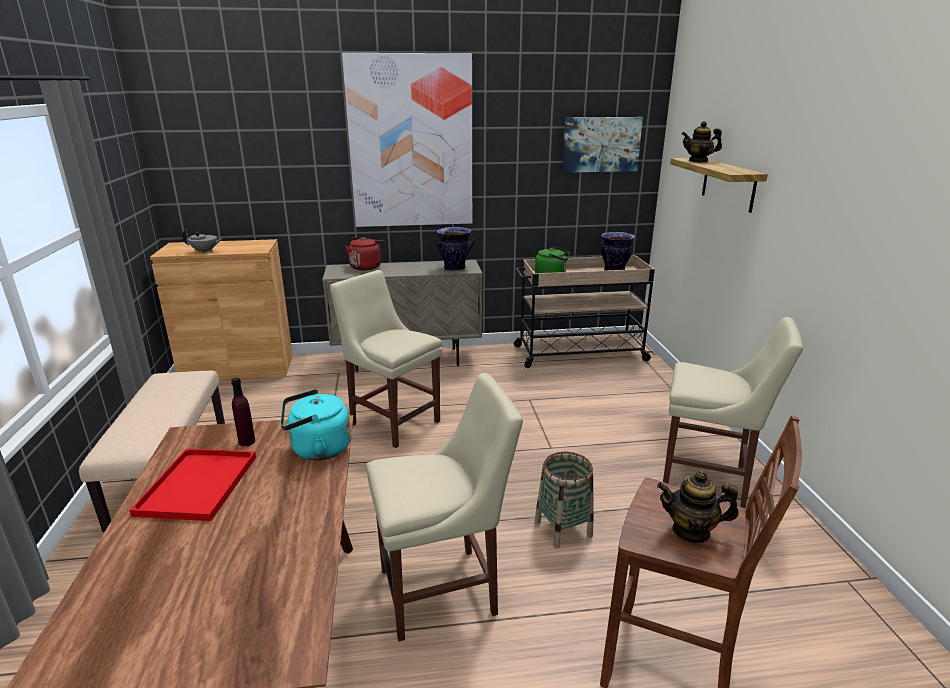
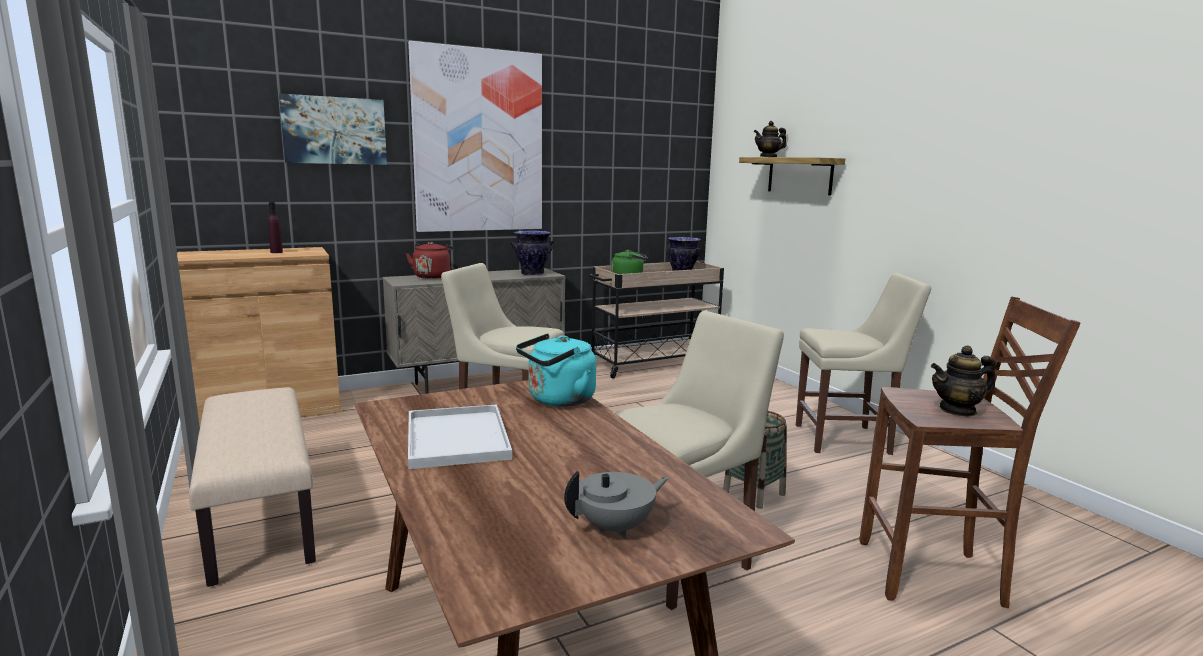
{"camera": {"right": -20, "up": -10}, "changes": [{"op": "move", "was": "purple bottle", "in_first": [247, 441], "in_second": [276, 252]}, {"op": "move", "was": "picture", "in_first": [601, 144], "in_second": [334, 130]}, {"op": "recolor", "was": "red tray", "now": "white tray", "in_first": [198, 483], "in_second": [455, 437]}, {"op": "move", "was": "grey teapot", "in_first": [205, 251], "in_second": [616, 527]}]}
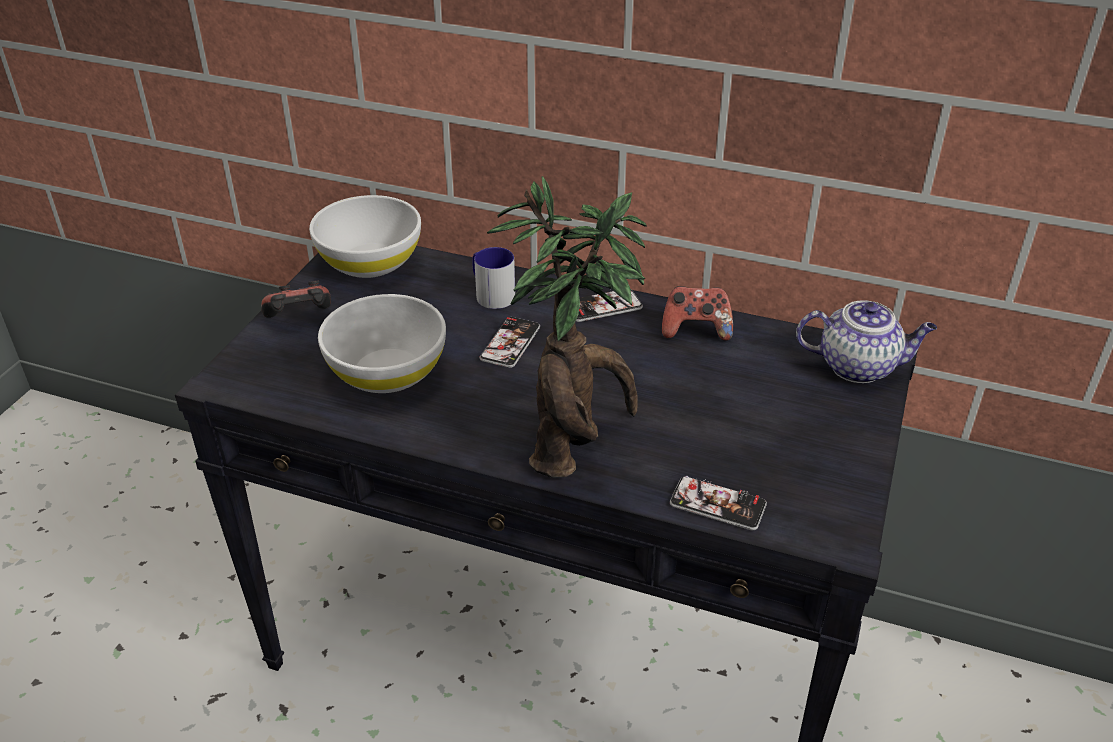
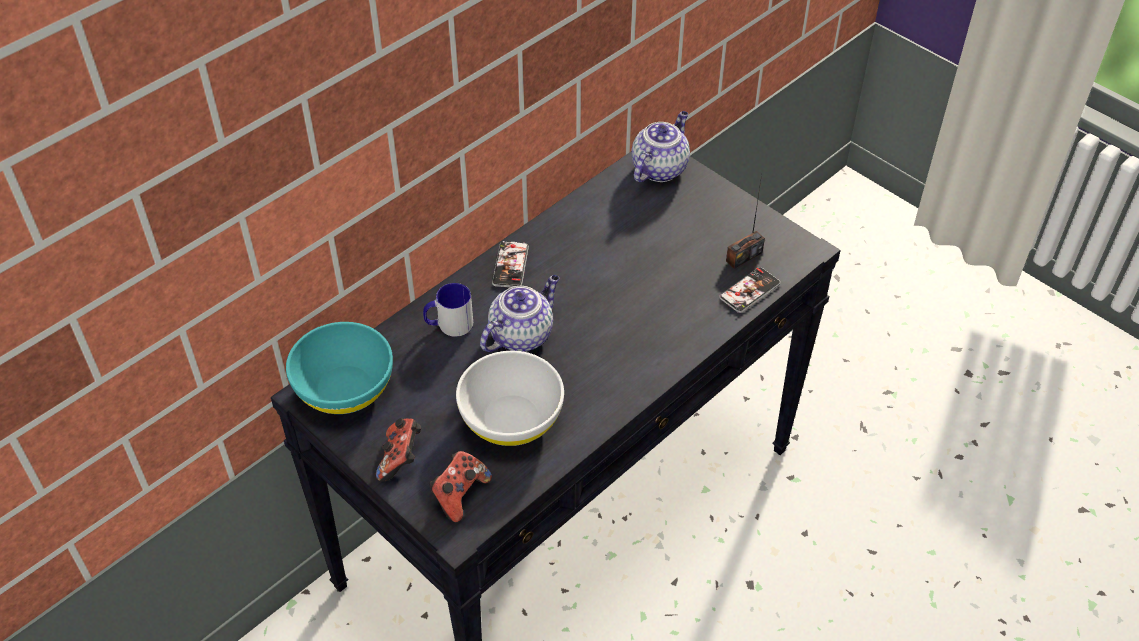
{"camera": {"right": -65, "up": 10}, "changes": [{"op": "recolor", "was": "white bowl", "now": "turquoise bowl", "in_first": [370, 261], "in_second": [344, 388]}, {"op": "move", "was": "game controller", "in_first": [696, 330], "in_second": [459, 494]}, {"op": "replace", "was": "phone", "now": "teapot", "in_first": [510, 343], "in_second": [521, 334]}, {"op": "insert", "now": "radio", "in_second": [744, 256]}, {"op": "delete", "was": "potted plant", "in_first": [575, 445]}]}
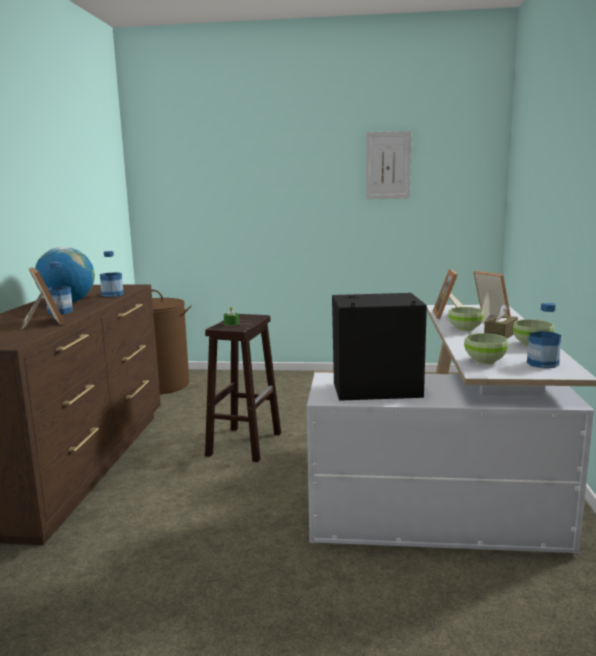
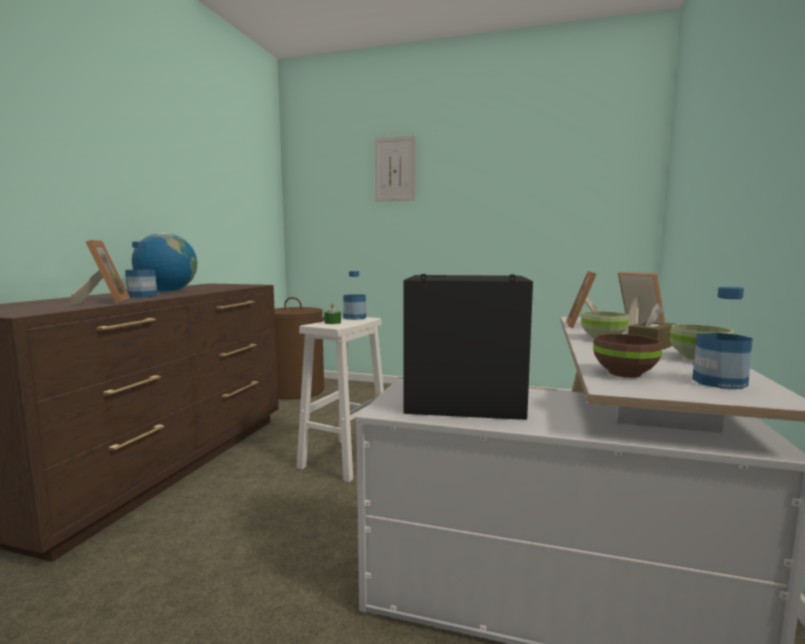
{"camera": {"right": 10, "up": -5}, "changes": [{"op": "recolor", "was": "brown stool", "now": "white stool", "in_first": [244, 443], "in_second": [345, 458]}, {"op": "move", "was": "bottle", "in_first": [112, 295], "in_second": [354, 318]}, {"op": "move", "was": "picture", "in_first": [388, 165], "in_second": [395, 169]}, {"op": "recolor", "was": "green bowl", "now": "brown bowl", "in_first": [485, 361], "in_second": [625, 373]}]}
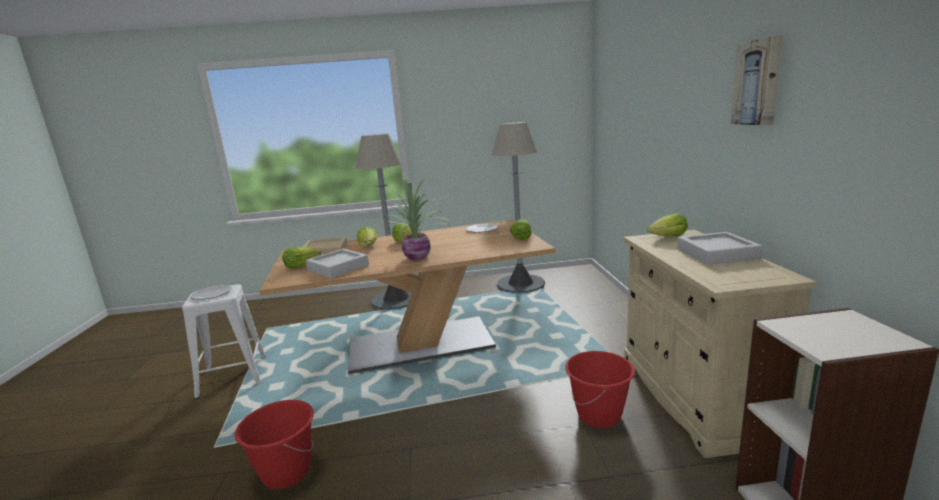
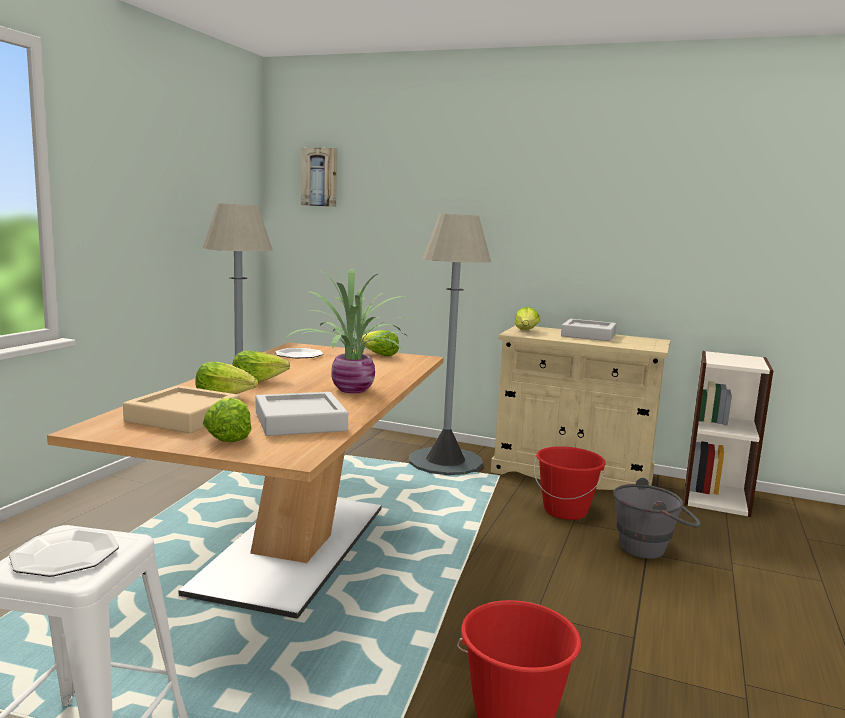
{"camera": {"right": -65, "up": -5}, "changes": [{"op": "move", "was": "picture", "in_first": [758, 82], "in_second": [320, 177]}, {"op": "move", "was": "grey floor lamp", "in_first": [396, 300], "in_second": [445, 462]}, {"op": "insert", "now": "grey bucket", "in_second": [651, 548]}]}
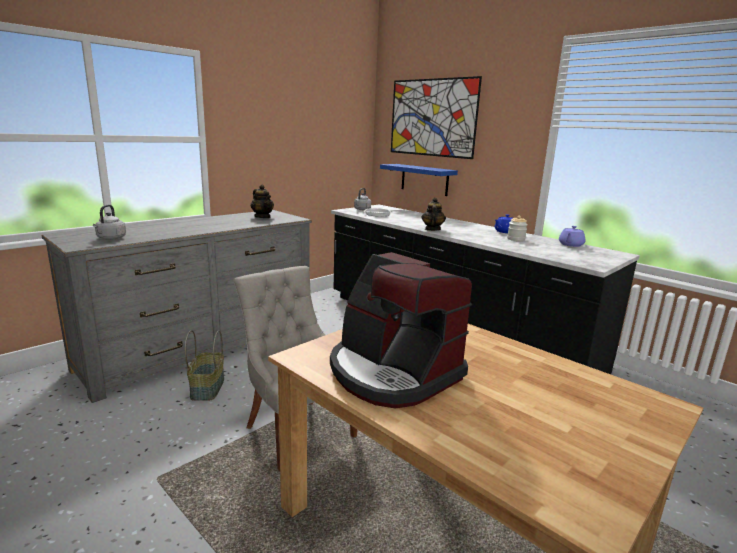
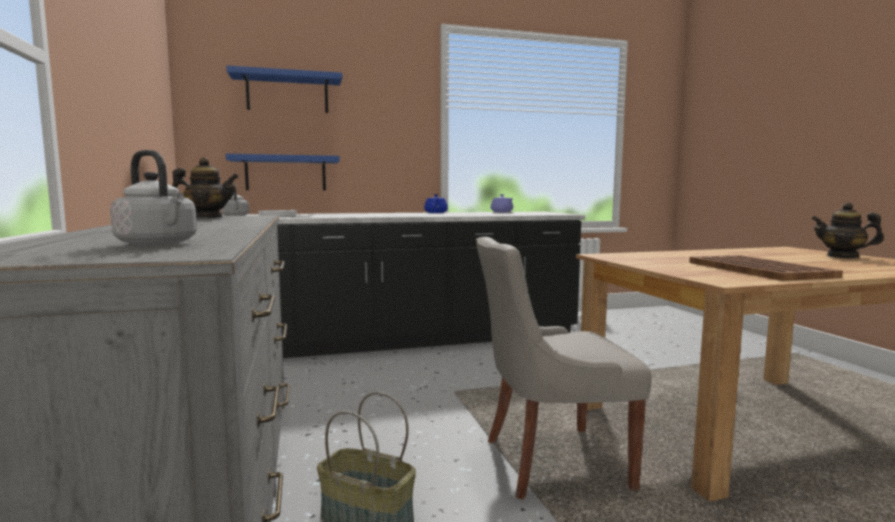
{"camera": {"right": -60, "up": -10}, "changes": [{"op": "replace", "was": "picture", "now": "blue shelf", "in_first": [432, 118], "in_second": [287, 94]}, {"op": "replace", "was": "coffee machine", "now": "brown tray", "in_first": [392, 372], "in_second": [757, 269]}, {"op": "move", "was": "teapot", "in_first": [432, 229], "in_second": [842, 256]}, {"op": "delete", "was": "jar", "in_first": [516, 239]}]}
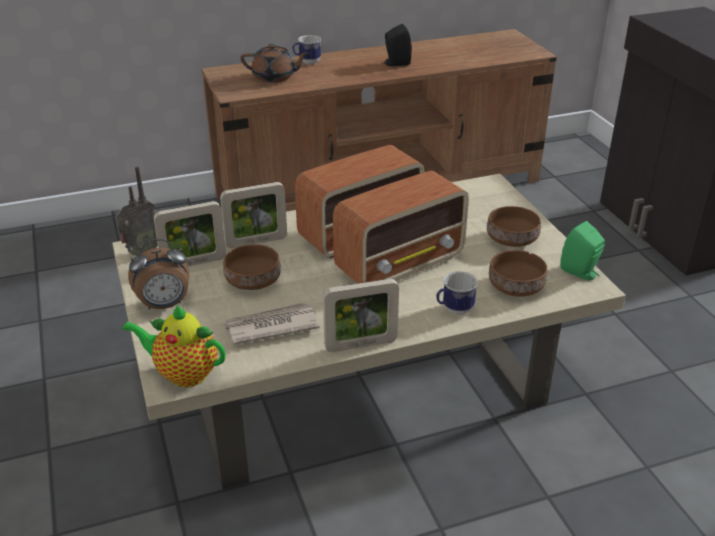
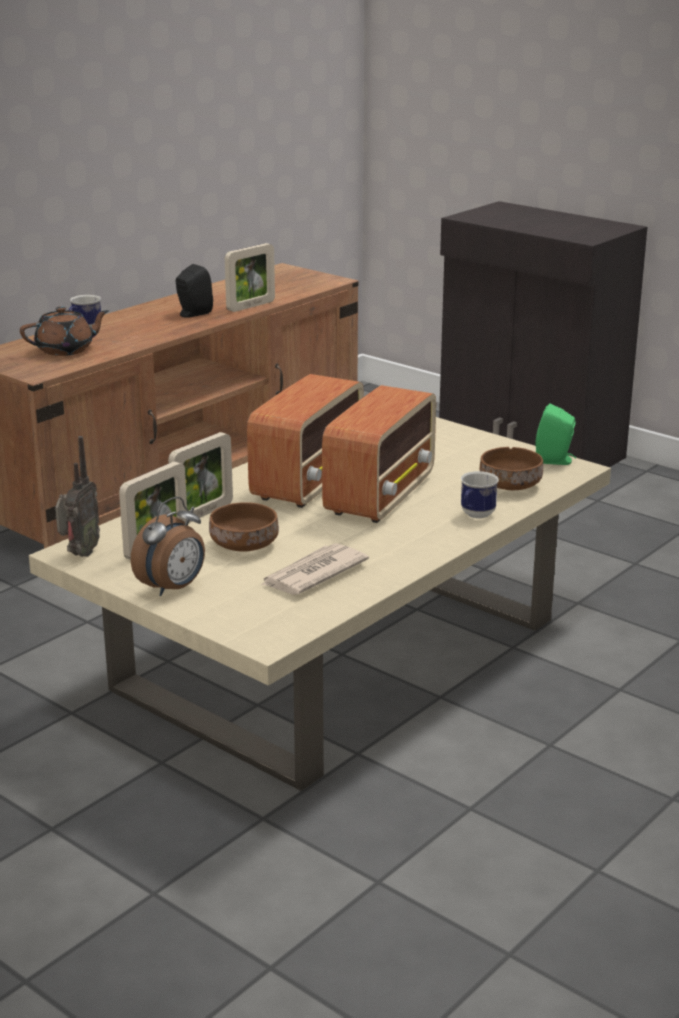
{"camera": {"right": -30, "up": -10}, "changes": [{"op": "move", "was": "picture frame", "in_first": [361, 344], "in_second": [251, 306]}, {"op": "delete", "was": "teapot", "in_first": [183, 374]}, {"op": "delete", "was": "brown bowl", "in_first": [511, 239]}]}
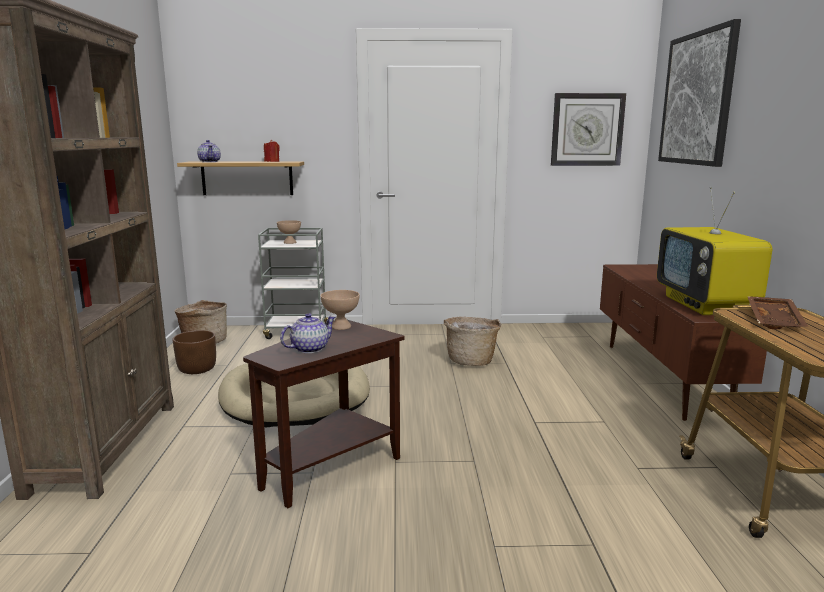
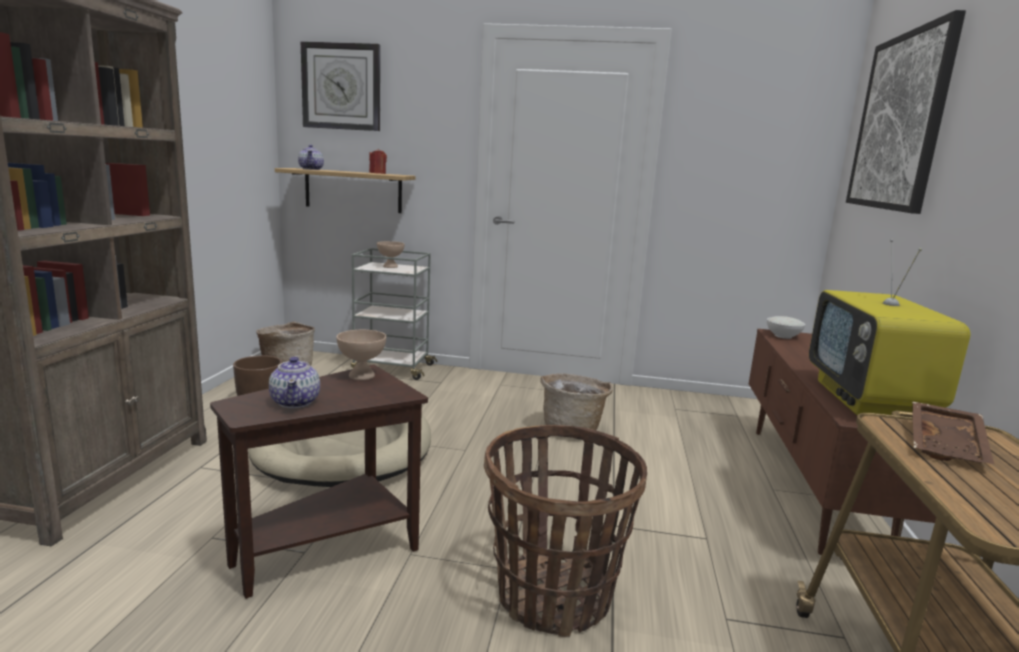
{"camera": {"right": 10, "up": 0}, "changes": [{"op": "rotate", "was": "teapot", "in_first": [309, 349], "in_second": [296, 401], "clockwise": 105}, {"op": "move", "was": "wall clock", "in_first": [587, 129], "in_second": [341, 87]}, {"op": "insert", "now": "basket", "in_second": [554, 595]}, {"op": "insert", "now": "white bowl", "in_second": [783, 336]}]}
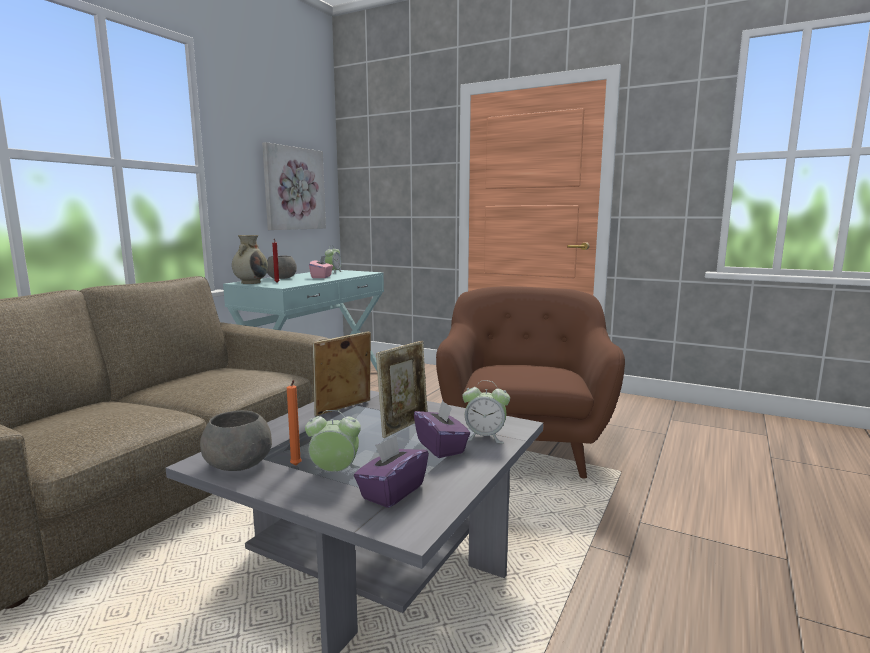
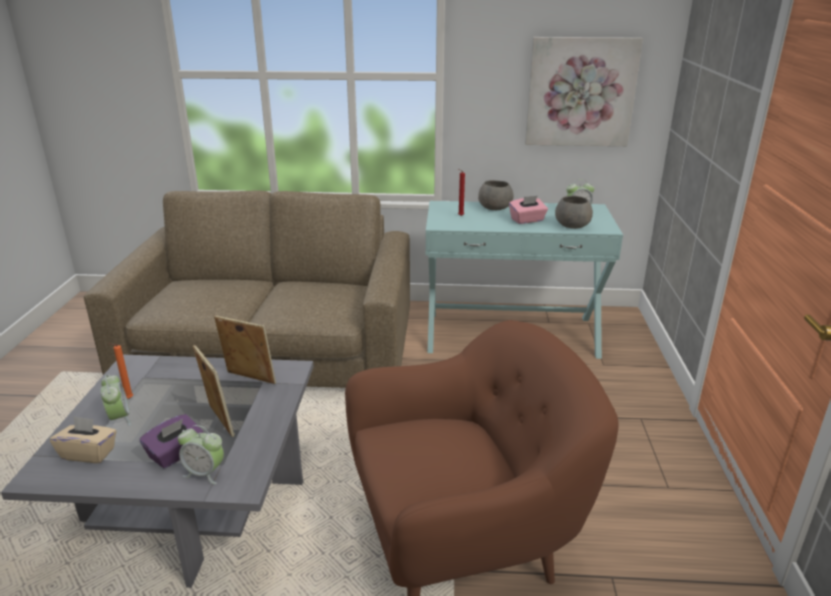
{"camera": {"right": 65, "up": 15}, "changes": [{"op": "recolor", "was": "purple tissue box", "now": "beige tissue box", "in_first": [392, 492], "in_second": [89, 453]}, {"op": "rotate", "was": "alarm clock", "in_first": [485, 437], "in_second": [205, 473], "clockwise": -60}, {"op": "rotate", "was": "picture frame", "in_first": [404, 426], "in_second": [218, 421], "clockwise": -135}, {"op": "move", "was": "grey bowl", "in_first": [240, 463], "in_second": [572, 225]}, {"op": "delete", "was": "beige vase", "in_first": [251, 282]}]}
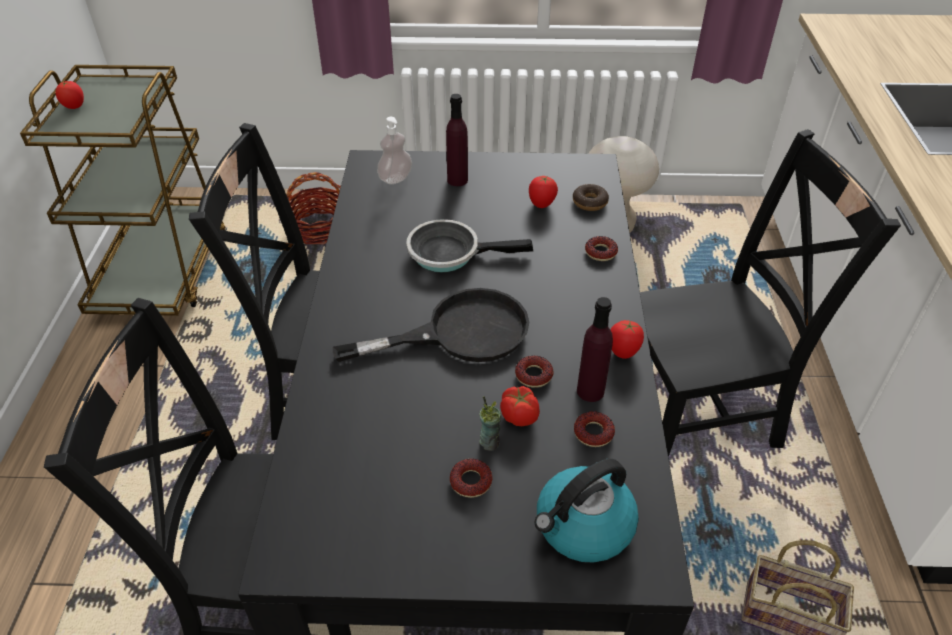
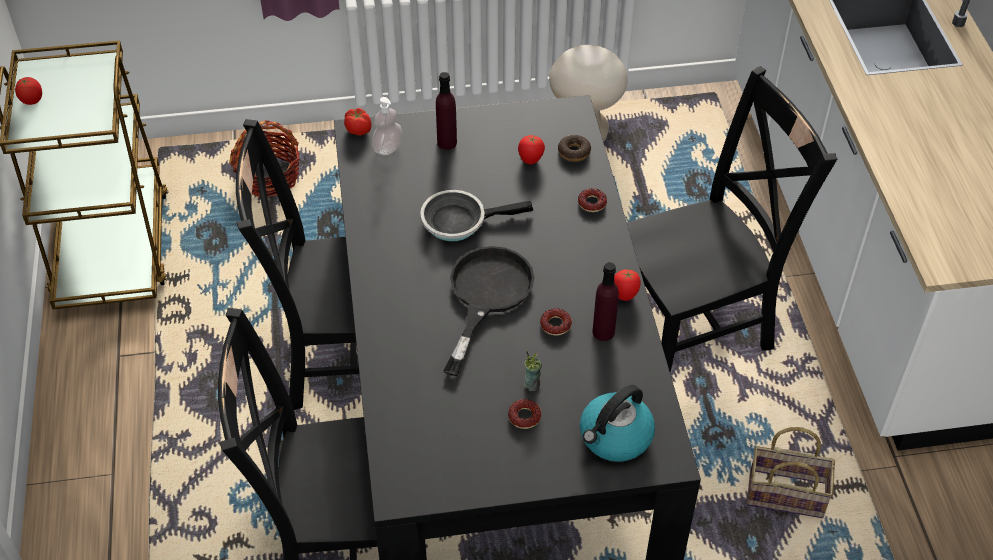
{"camera": {"right": -10, "up": 5}, "changes": [{"op": "move", "was": "tomato", "in_first": [519, 416], "in_second": [358, 130]}, {"op": "rotate", "was": "black frying pan", "in_first": [459, 333], "in_second": [486, 296], "clockwise": -45}, {"op": "delete", "was": "donut", "in_first": [593, 433]}]}
